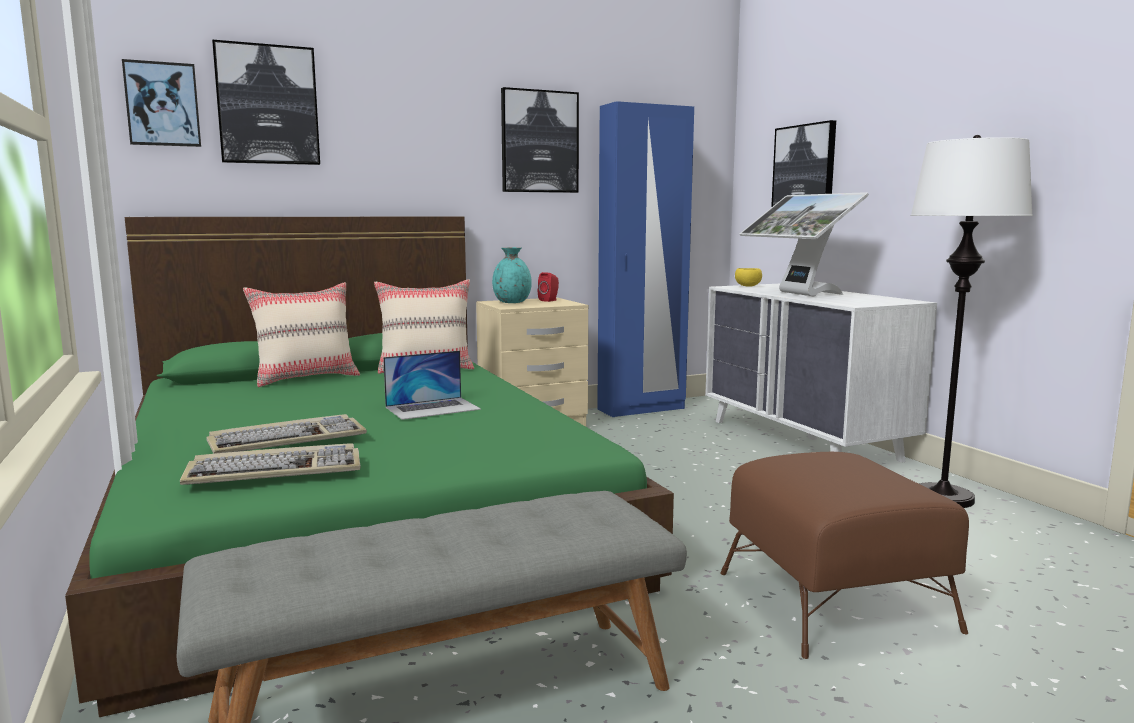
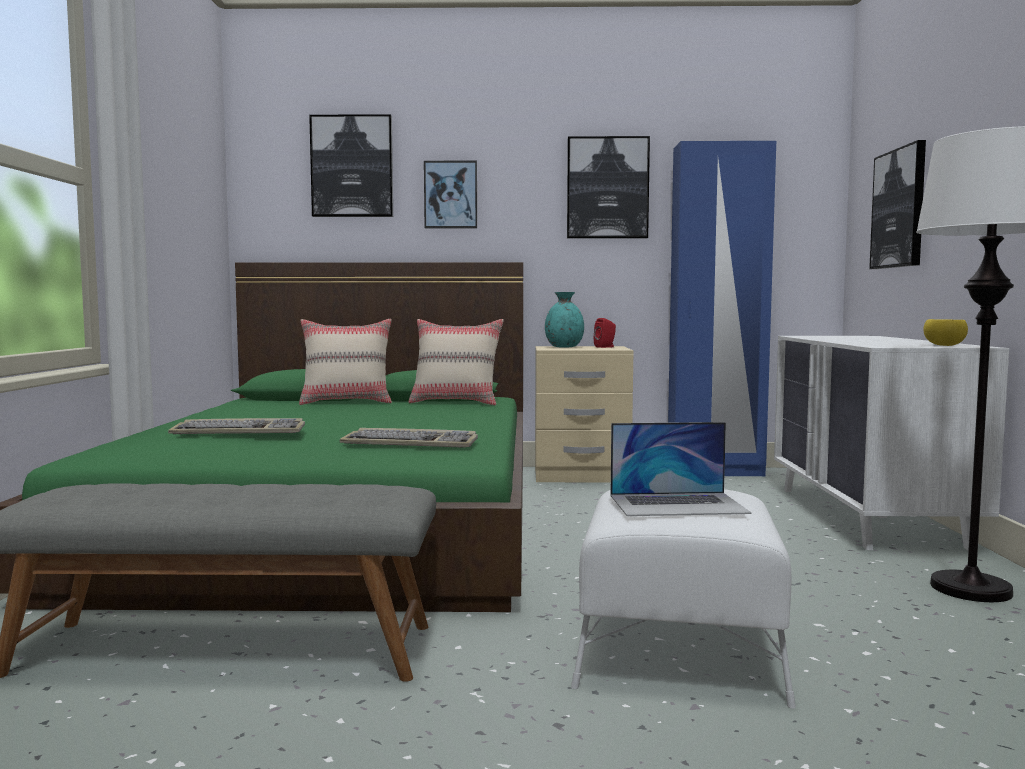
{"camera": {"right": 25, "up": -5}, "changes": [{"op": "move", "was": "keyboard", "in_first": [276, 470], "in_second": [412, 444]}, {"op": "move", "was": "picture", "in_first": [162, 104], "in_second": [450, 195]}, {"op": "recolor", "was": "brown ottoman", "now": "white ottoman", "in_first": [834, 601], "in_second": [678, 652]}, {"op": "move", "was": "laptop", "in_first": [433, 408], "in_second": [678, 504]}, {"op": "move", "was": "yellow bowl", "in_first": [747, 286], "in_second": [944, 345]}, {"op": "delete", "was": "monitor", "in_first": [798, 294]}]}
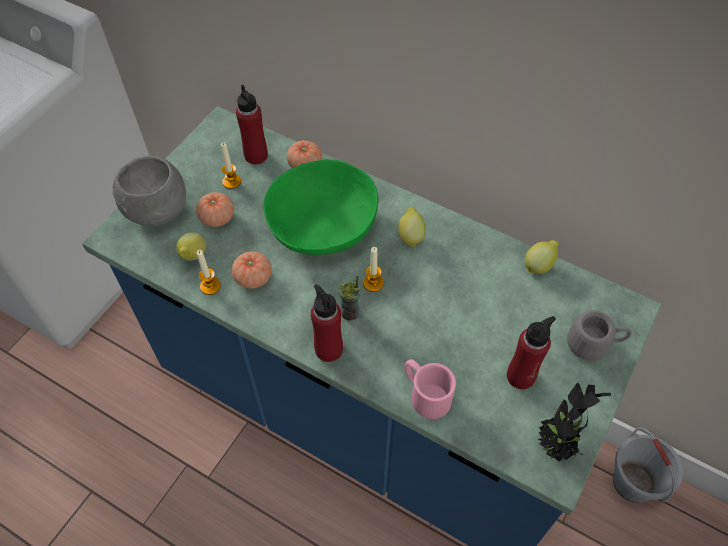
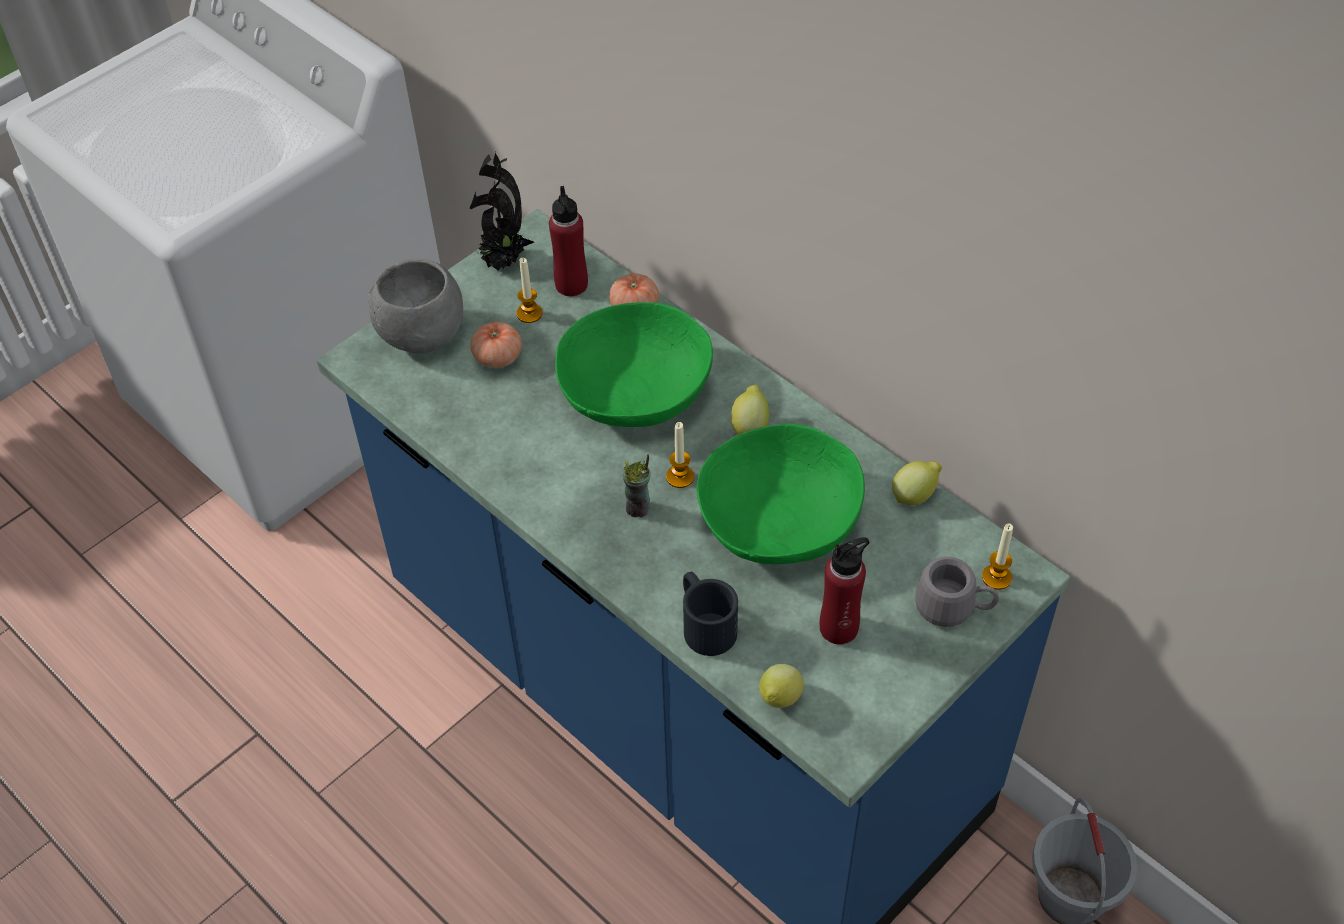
{"camera": {"right": 15, "up": -5}, "changes": [{"op": "move", "was": "potted plant", "in_first": [556, 446], "in_second": [503, 262]}, {"op": "recolor", "was": "pink mug", "now": "black mug", "in_first": [424, 393], "in_second": [704, 624]}, {"op": "insert", "now": "green bowl", "in_second": [780, 520]}, {"op": "move", "was": "lemon", "in_first": [193, 256], "in_second": [779, 700]}, {"op": "move", "was": "candle", "in_first": [210, 286], "in_second": [996, 577]}, {"op": "delete", "was": "tomato", "in_first": [253, 277]}, {"op": "delete", "was": "red bottle", "in_first": [328, 349]}]}
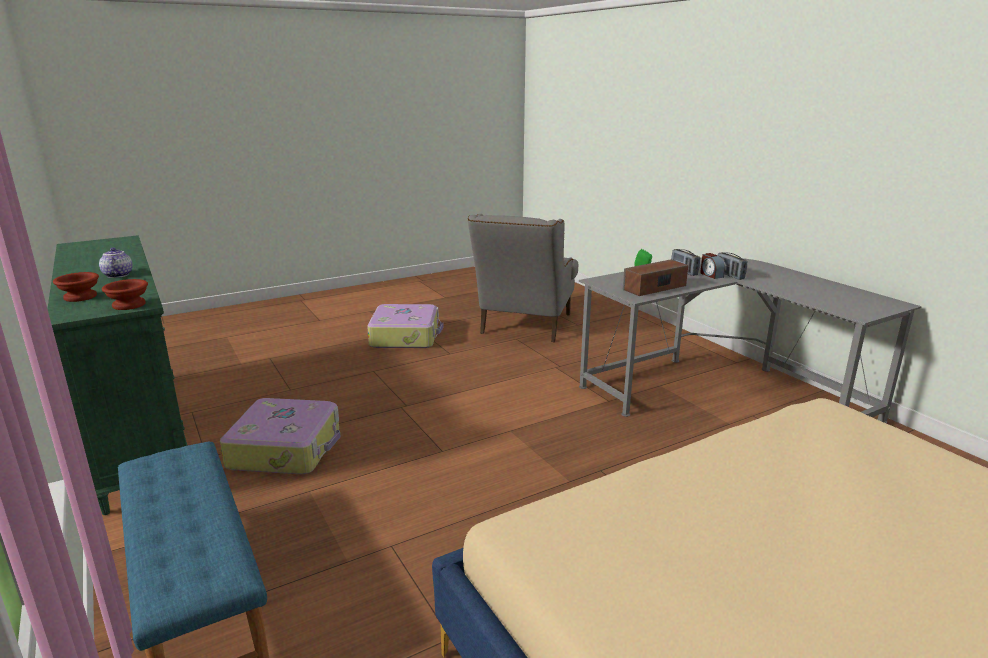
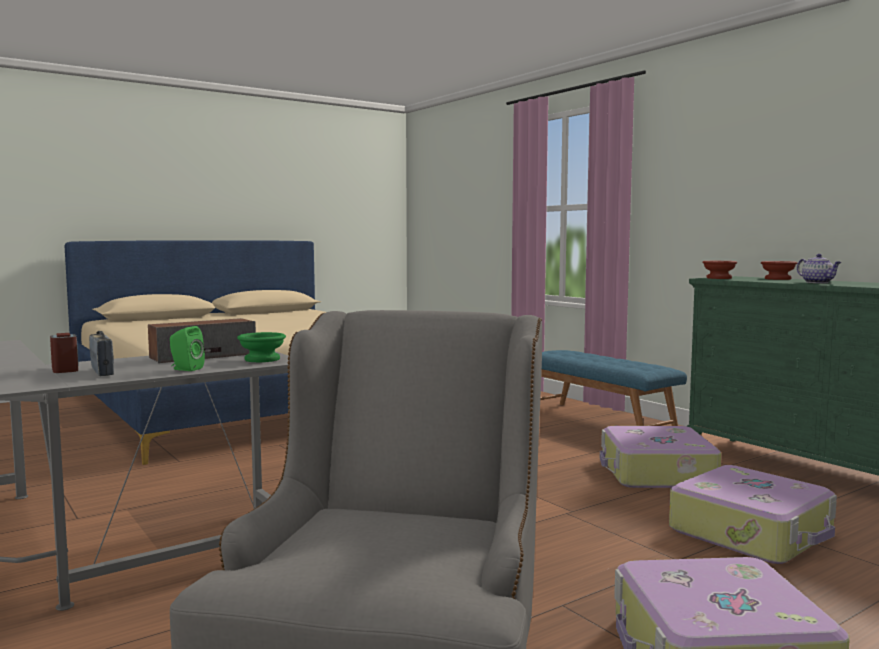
{"camera": {"right": 175, "up": -15}, "changes": [{"op": "insert", "now": "green bowl", "in_second": [261, 359]}, {"op": "insert", "now": "suitcase", "in_second": [752, 532]}, {"op": "delete", "was": "radio", "in_first": [729, 275]}]}
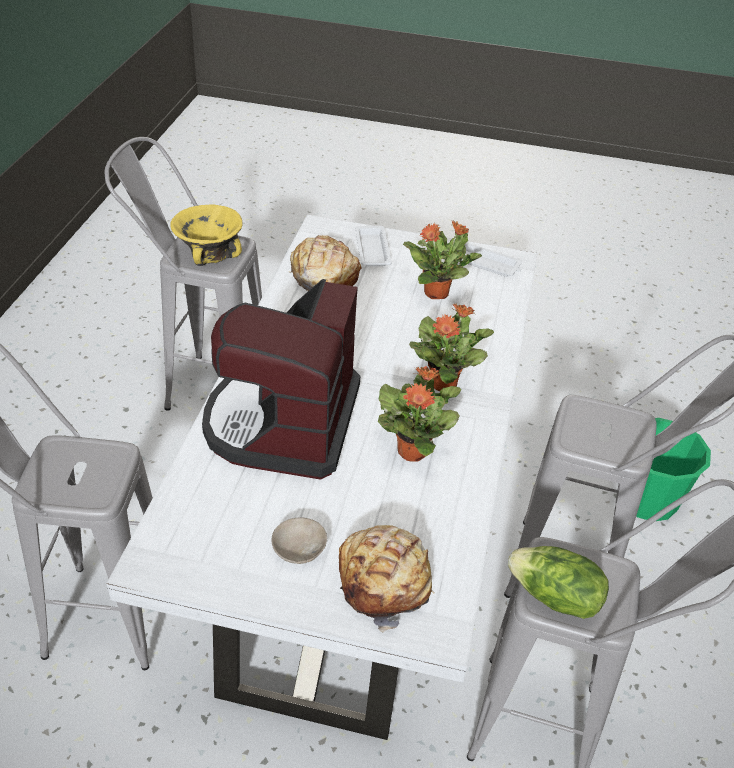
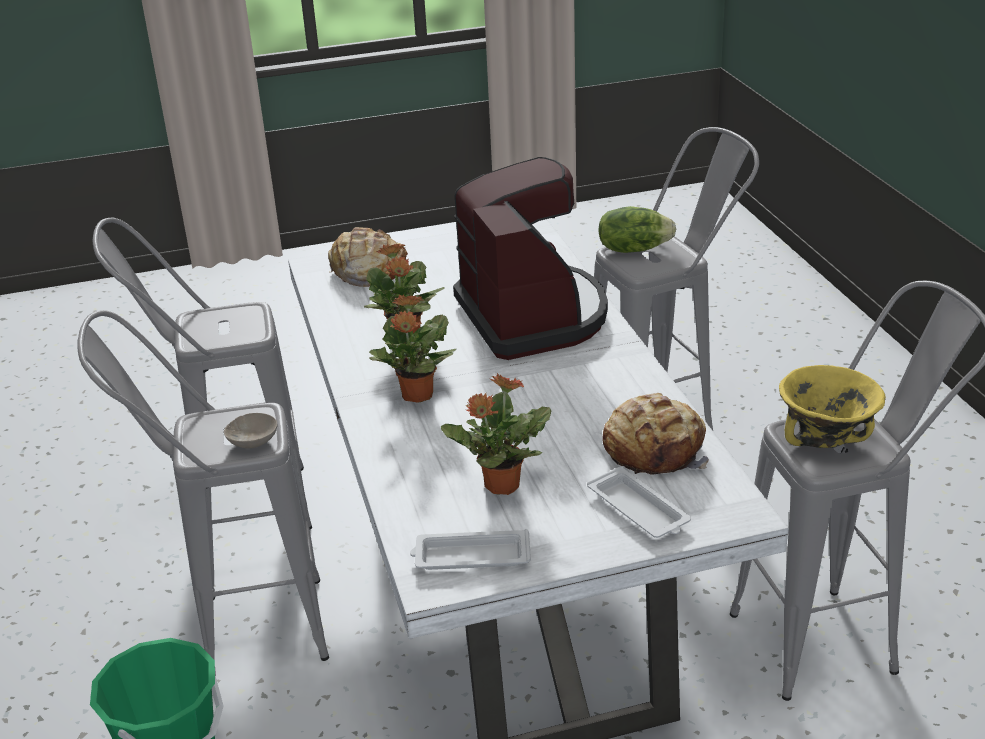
{"camera": {"right": 155, "up": -10}, "changes": [{"op": "move", "was": "beige bowl", "in_first": [299, 548], "in_second": [253, 442]}, {"op": "move", "was": "lettuce", "in_first": [554, 598], "in_second": [633, 249]}]}
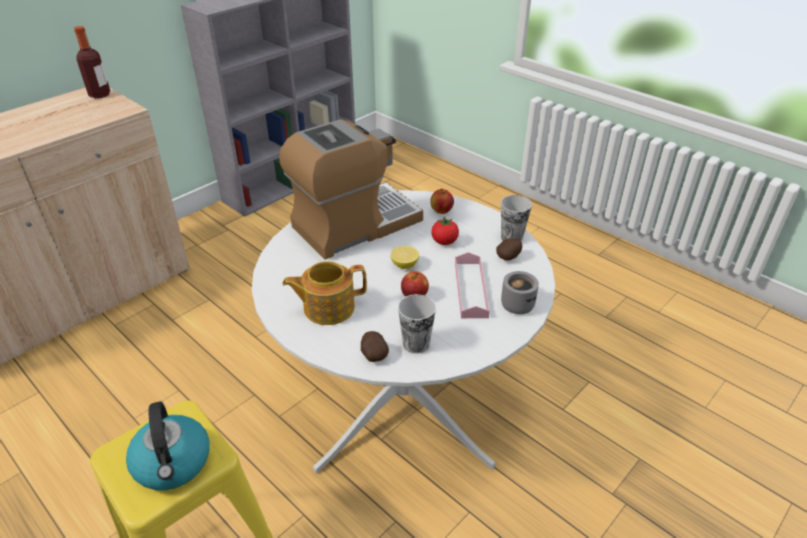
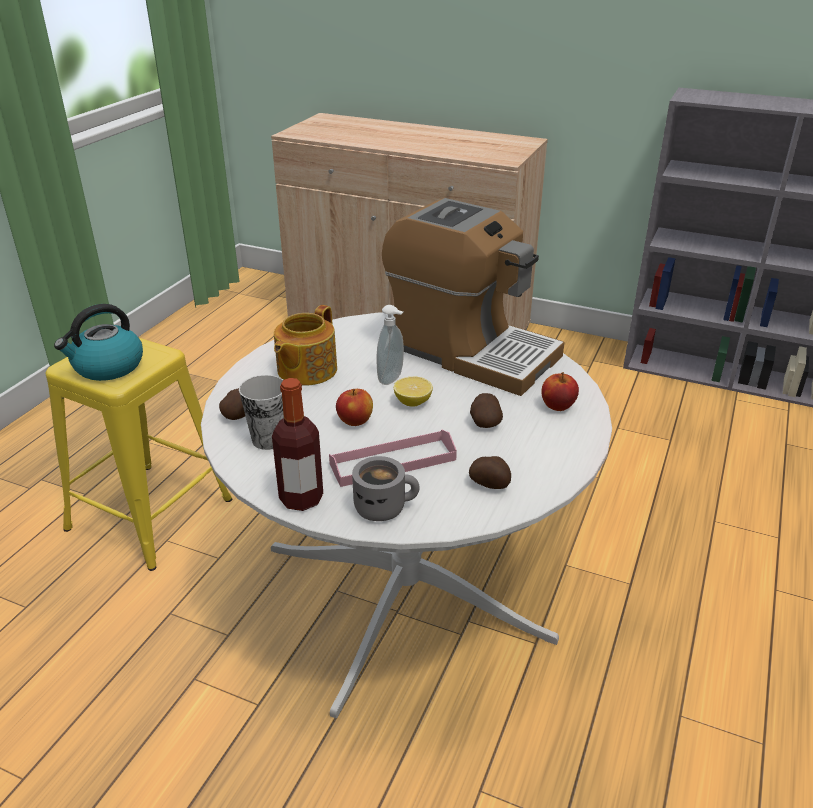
{"camera": {"right": 70, "up": -5}, "changes": [{"op": "move", "was": "bottle", "in_first": [100, 94], "in_second": [301, 498]}, {"op": "rotate", "was": "teapot", "in_first": [328, 307], "in_second": [305, 370], "clockwise": -120}, {"op": "insert", "now": "soap dispenser", "in_second": [392, 379]}, {"op": "replace", "was": "tomato", "now": "potato", "in_first": [444, 242], "in_second": [484, 422]}, {"op": "delete", "was": "cup", "in_first": [511, 237]}]}
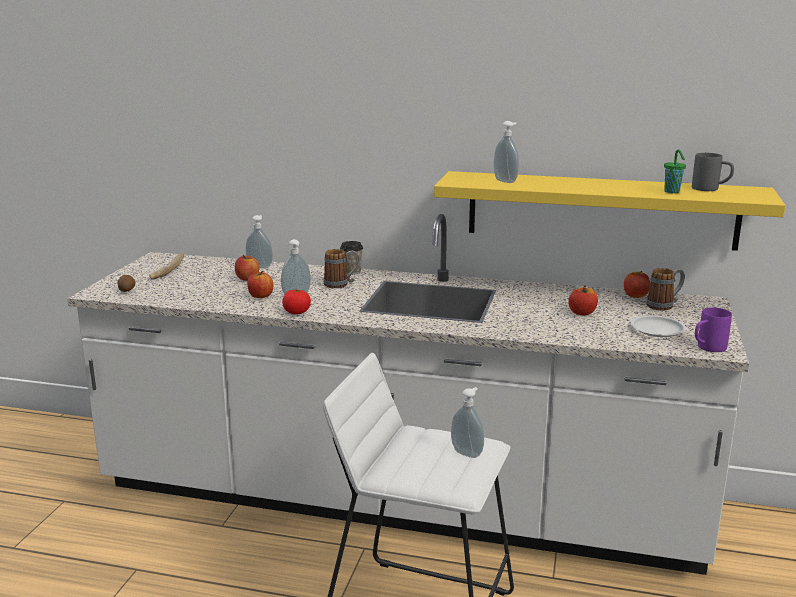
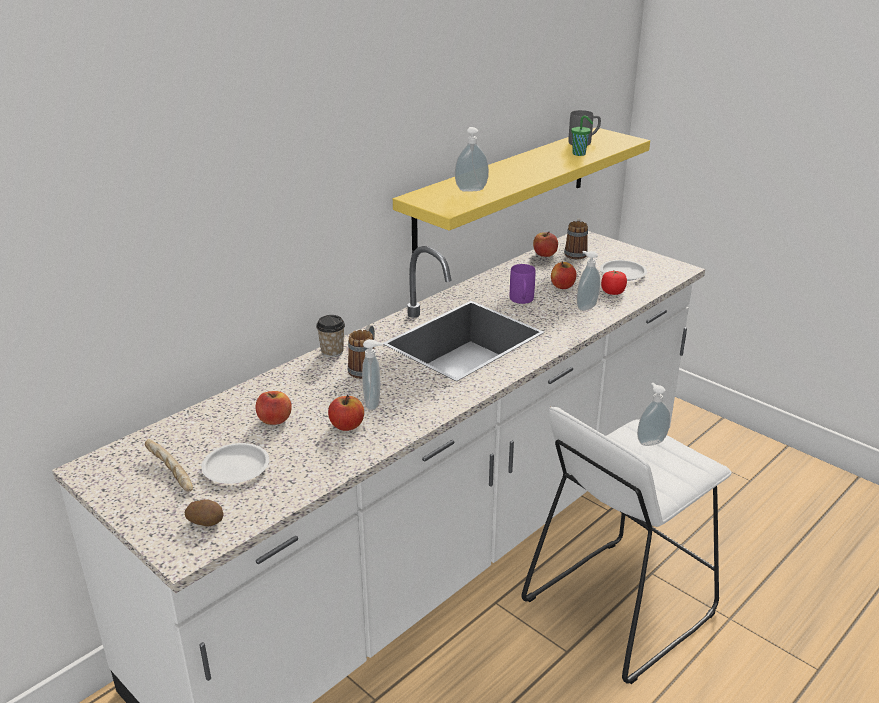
{"camera": {"right": -60, "up": 10}, "changes": [{"op": "insert", "now": "white plate", "in_second": [235, 468]}, {"op": "move", "was": "purple mug", "in_first": [707, 348], "in_second": [522, 301]}, {"op": "move", "was": "soap dispenser", "in_first": [260, 266], "in_second": [585, 306]}, {"op": "move", "was": "tomato", "in_first": [297, 312], "in_second": [613, 292]}]}
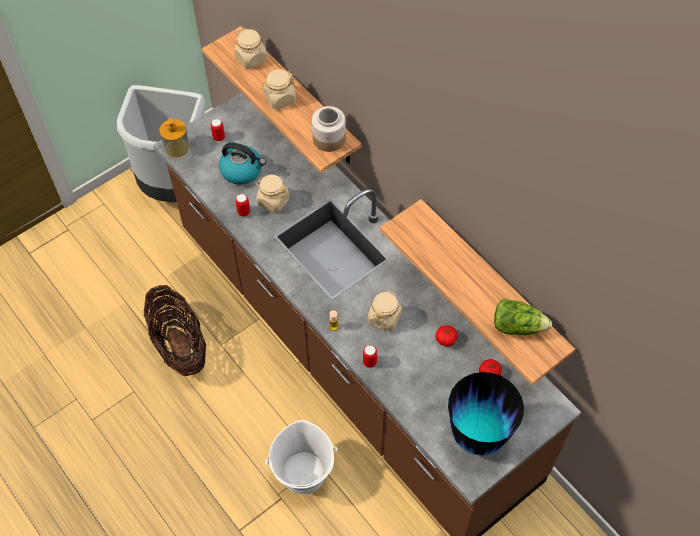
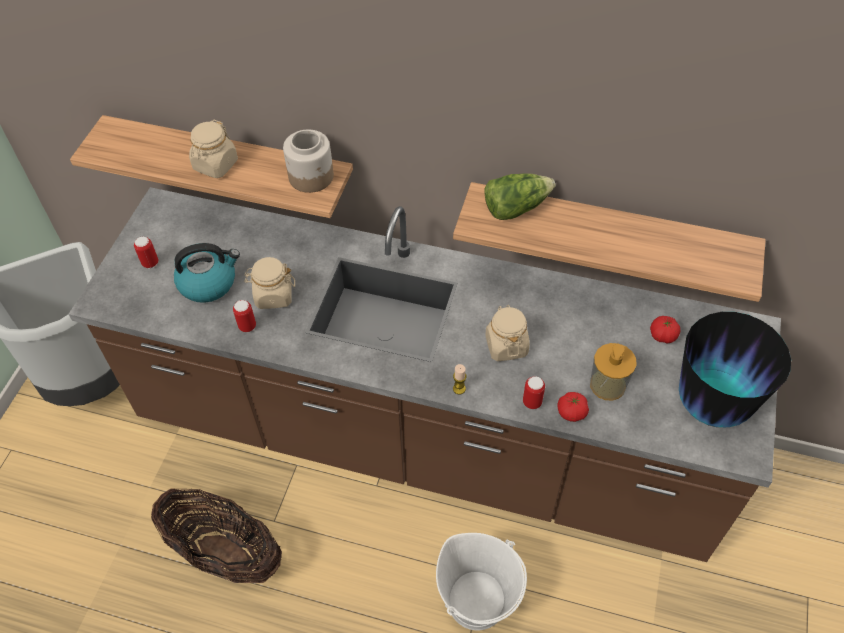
{"camera": {"right": -35, "up": -5}, "changes": [{"op": "move", "was": "lettuce", "in_first": [517, 325], "in_second": [515, 207]}, {"op": "move", "was": "tomato", "in_first": [446, 339], "in_second": [571, 412]}, {"op": "move", "was": "soap dispenser", "in_first": [177, 148], "in_second": [607, 385]}, {"op": "delete", "was": "beige jar", "in_first": [251, 58]}]}
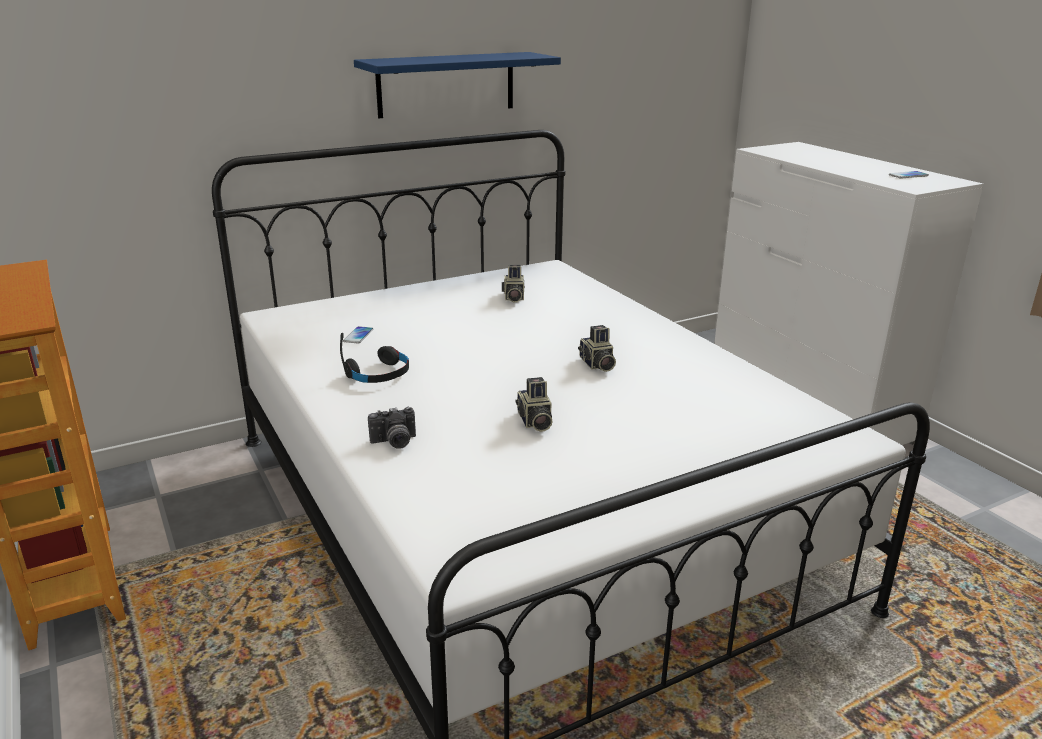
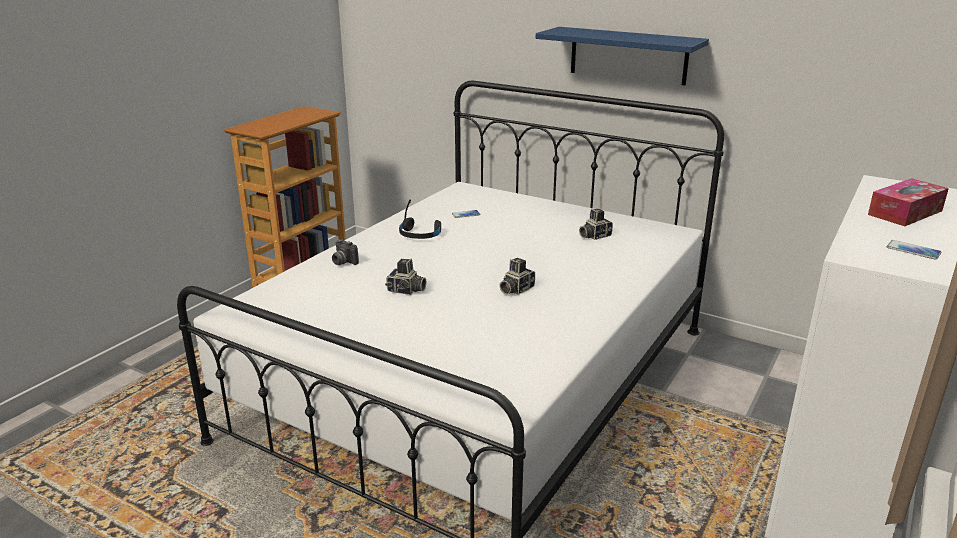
{"camera": {"right": 60, "up": 0}, "changes": [{"op": "rotate", "was": "photo camera", "in_first": [534, 422], "in_second": [406, 290], "clockwise": -120}, {"op": "insert", "now": "tissue box", "in_second": [905, 213]}]}
